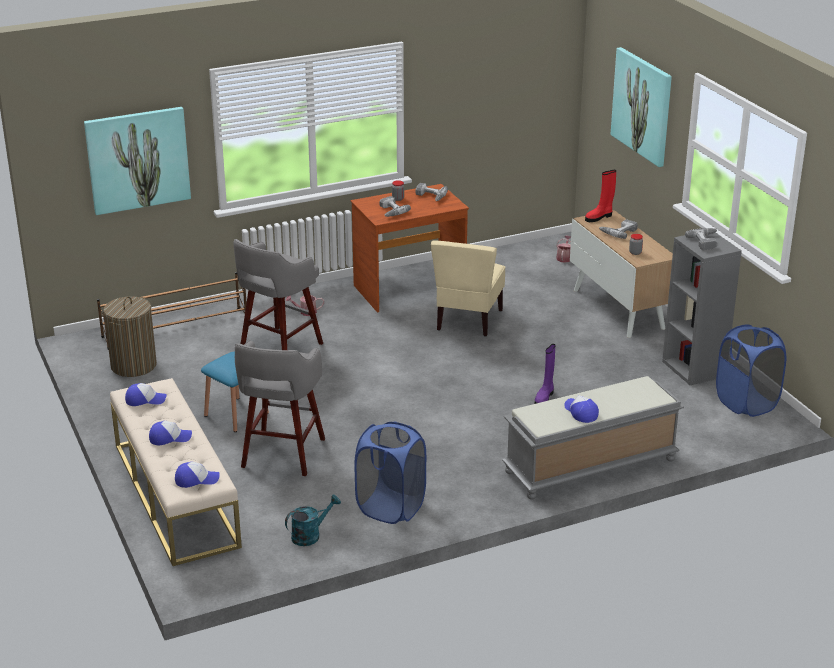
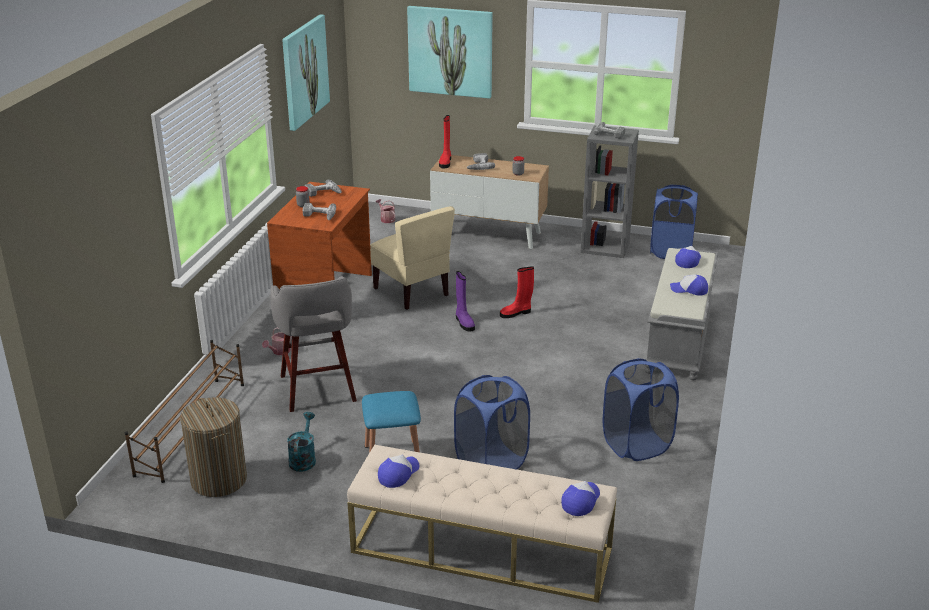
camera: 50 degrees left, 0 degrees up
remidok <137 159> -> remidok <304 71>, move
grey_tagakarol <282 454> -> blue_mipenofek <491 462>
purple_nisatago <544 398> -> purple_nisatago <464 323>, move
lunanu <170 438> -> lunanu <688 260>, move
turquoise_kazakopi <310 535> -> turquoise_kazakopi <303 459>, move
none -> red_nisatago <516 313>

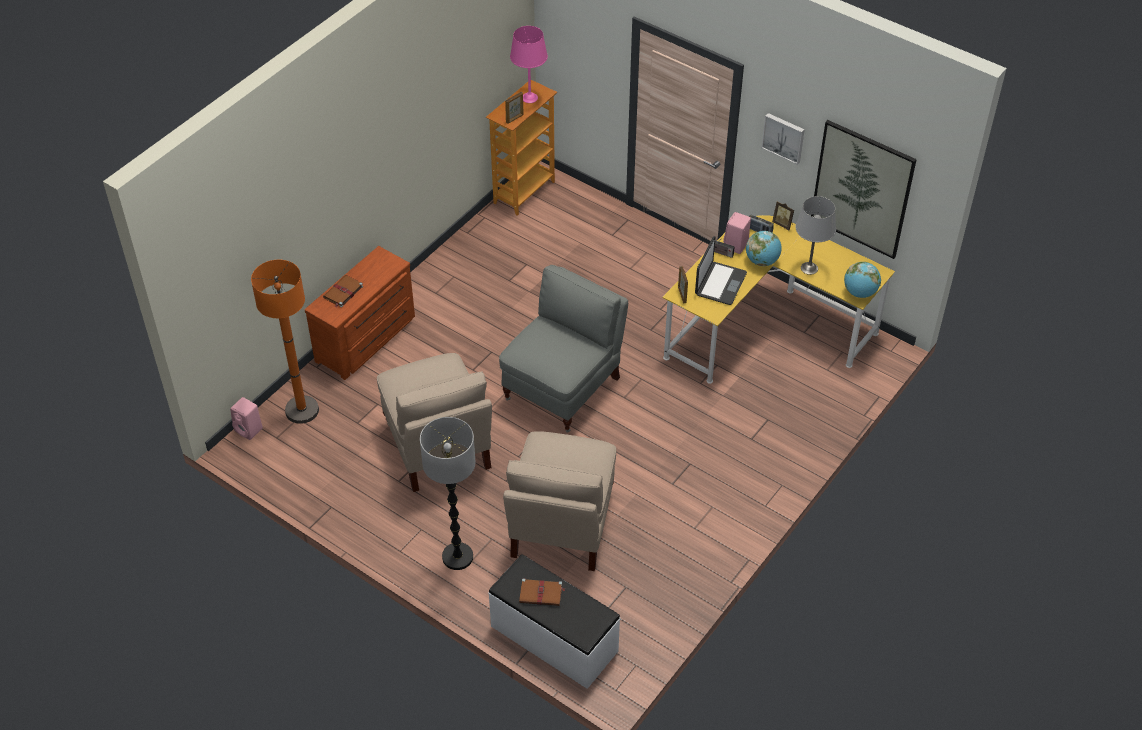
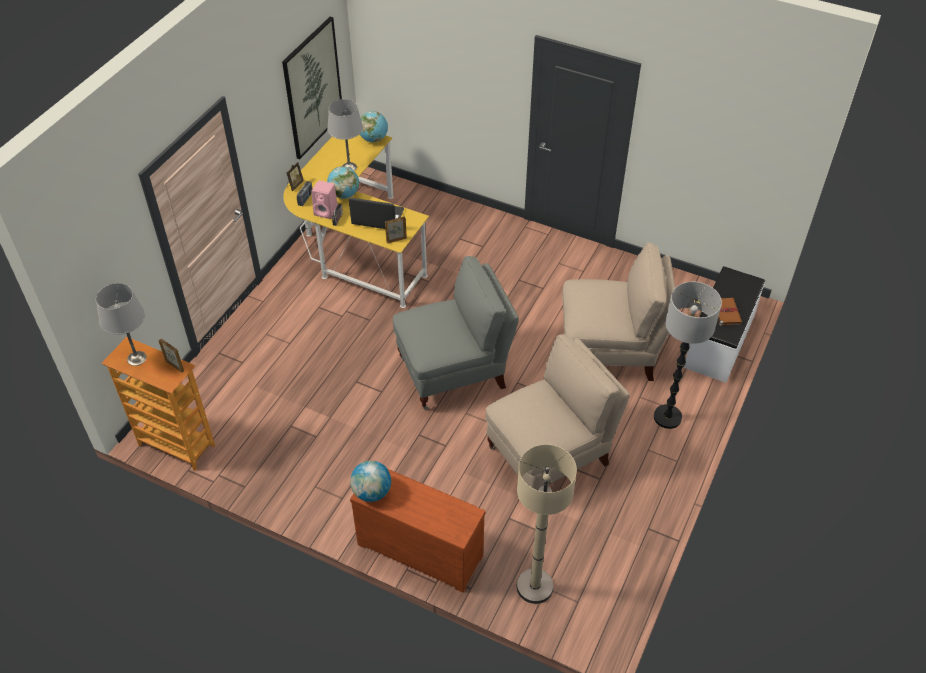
camera: 100 degrees left, 0 degrees up
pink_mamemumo <530 97> -> grey_mamemumo <136 358>
remidok <784 137> -> none
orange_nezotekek <302 410> -> beige_nezotekek <534 586>
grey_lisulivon <563 388> -> grey_lisulivon <454 372>, 135 degrees clockwise
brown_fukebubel <343 292> -> none
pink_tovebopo <249 430> -> none
none -> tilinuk <372 492>

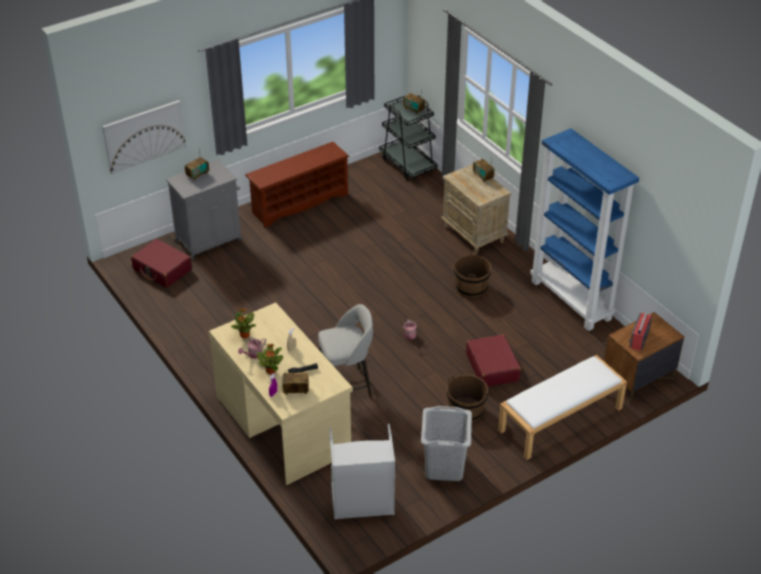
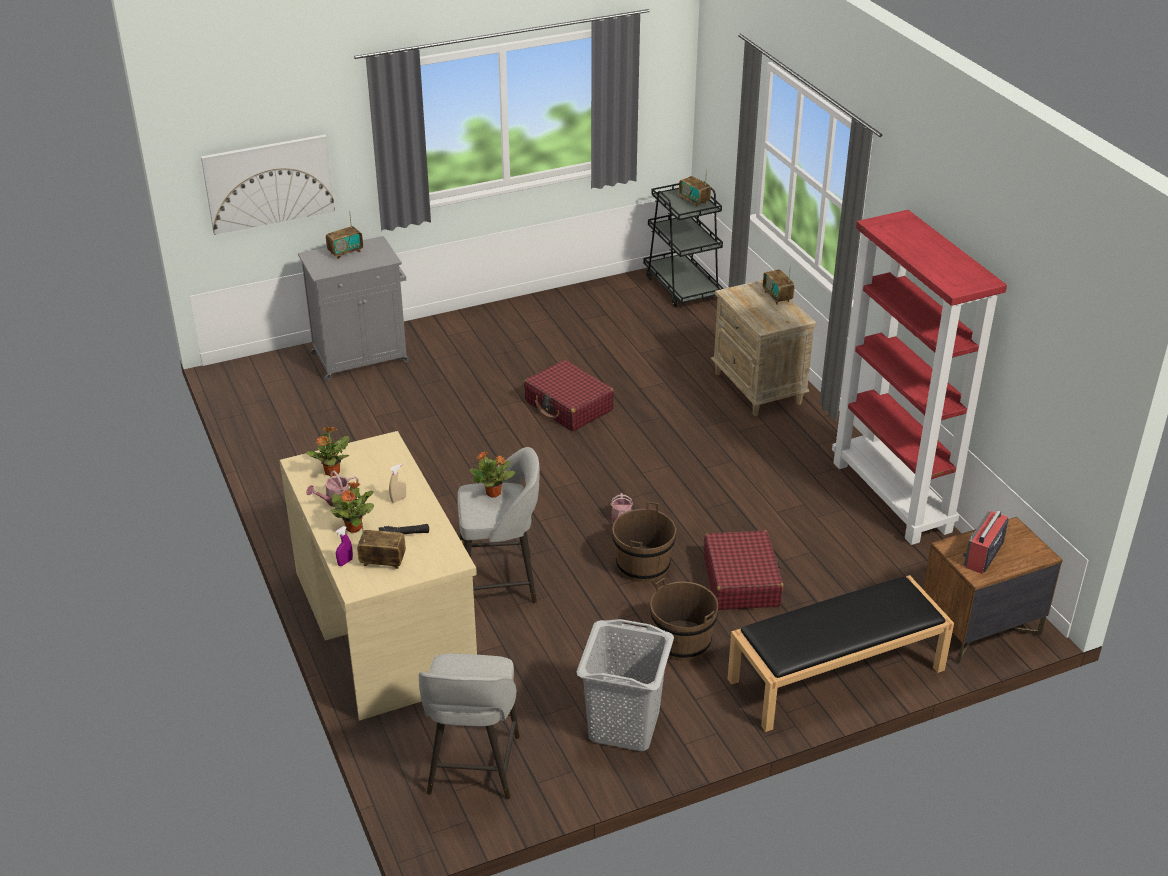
camera: 10 degrees right, 5 degrees down
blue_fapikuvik <572 300> -> red_fapikuvik <893 497>
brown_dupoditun <299 203> -> none
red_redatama <162 269> -> red_redatama <568 406>, move
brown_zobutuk <471 287> -> brown_zobutuk <643 565>, move
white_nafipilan <560 420> -> black_nafipilan <835 675>
grey_mipenofek <362 504> -> grey_tagakarol <473 767>
none -> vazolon <494 493>

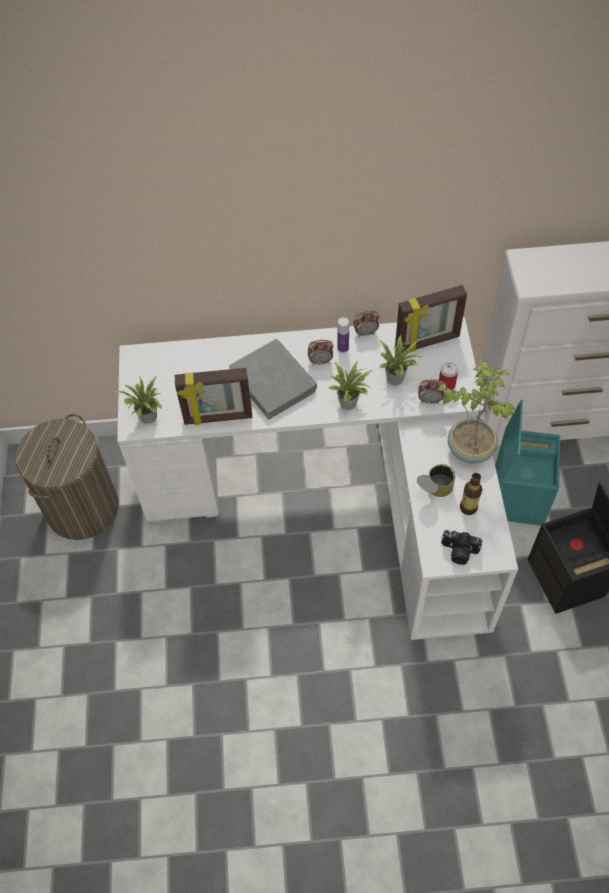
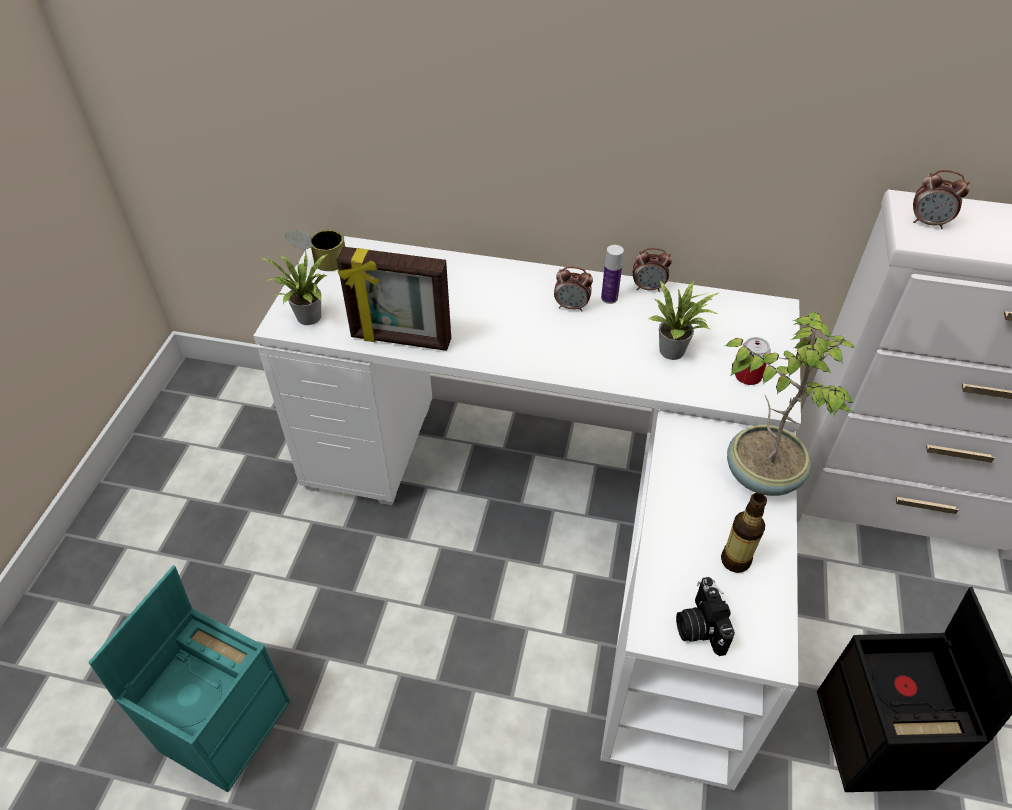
camera: 15 degrees right, 10 degrees down
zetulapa <427 342> -> none
grey_fukebubel <273 381> -> none
vazolon <350 403> -> none
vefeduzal <430 400> -> vefeduzal <928 223>, move
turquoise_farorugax <517 495> -> turquoise_farorugax <225 722>, move
mipenofek <82 507> -> none
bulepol <433 490> -> bulepol <320 263>, move
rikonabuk <458 552> -> rikonabuk <699 626>, 45 degrees clockwise

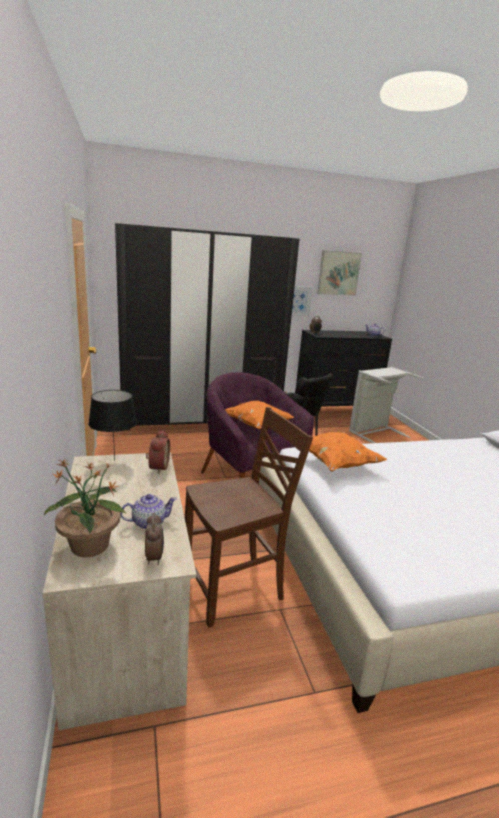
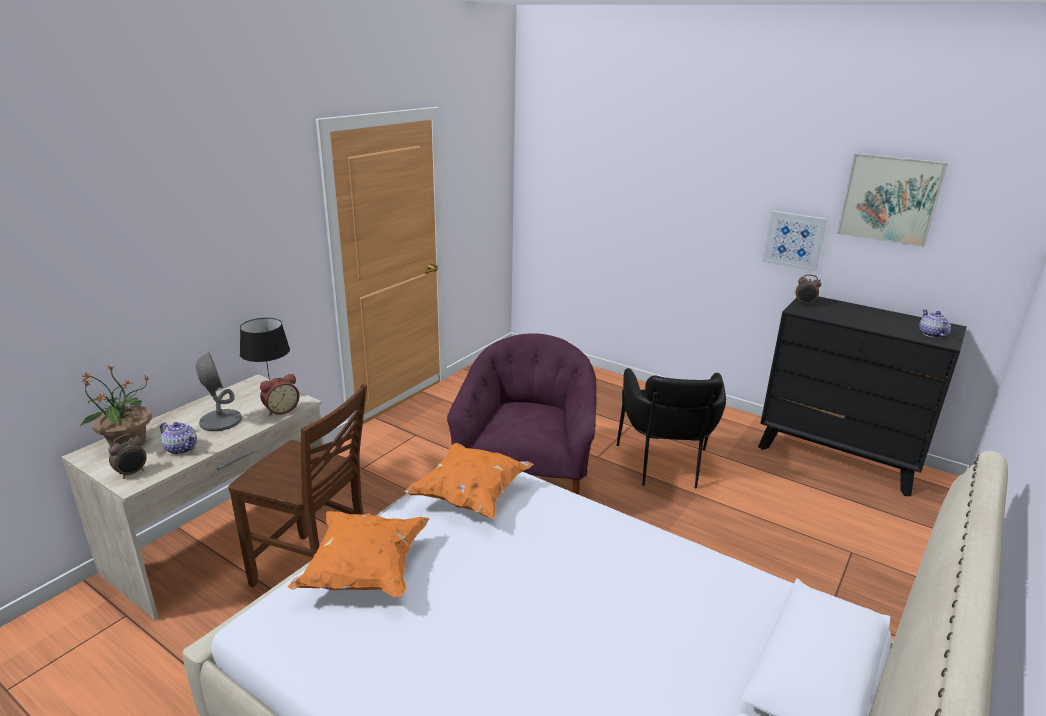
camera: 50 degrees right, 5 degrees up
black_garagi <201 418> -> none
grey_mipenofek <374 432> -> none
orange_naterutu <256 425> -> orange_naterutu <365 571>, move
none -> grey_mamemumo <220 421>

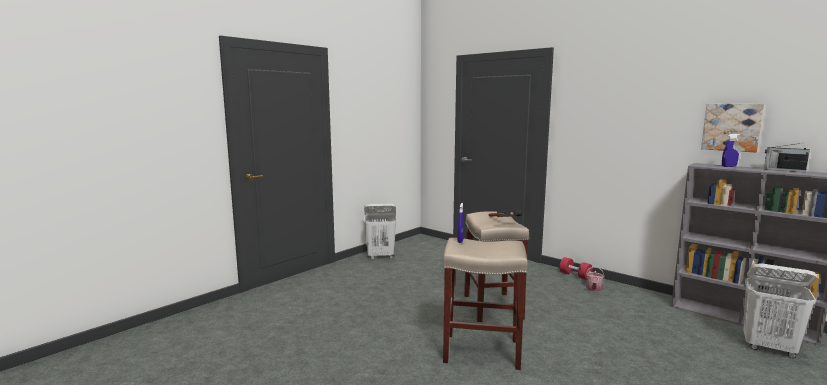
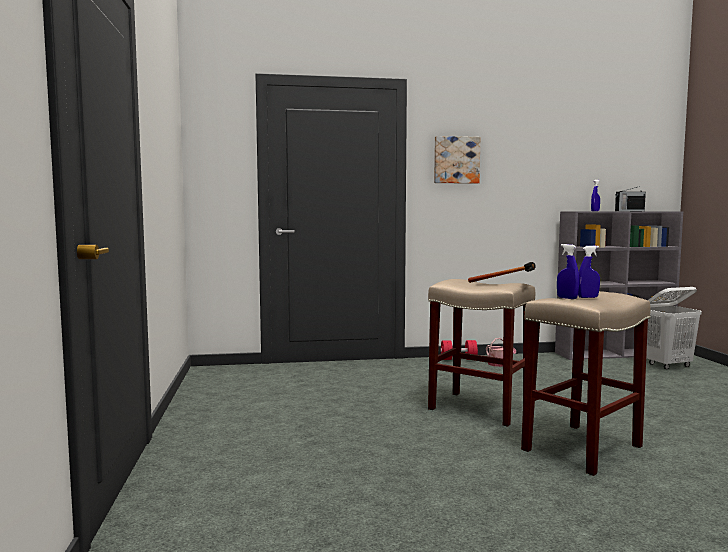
camera: 50 degrees left, 5 degrees down
remidok <731 127> -> remidok <456 160>, move
white_mipenofek <381 256> -> none
none -> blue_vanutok <588 297>

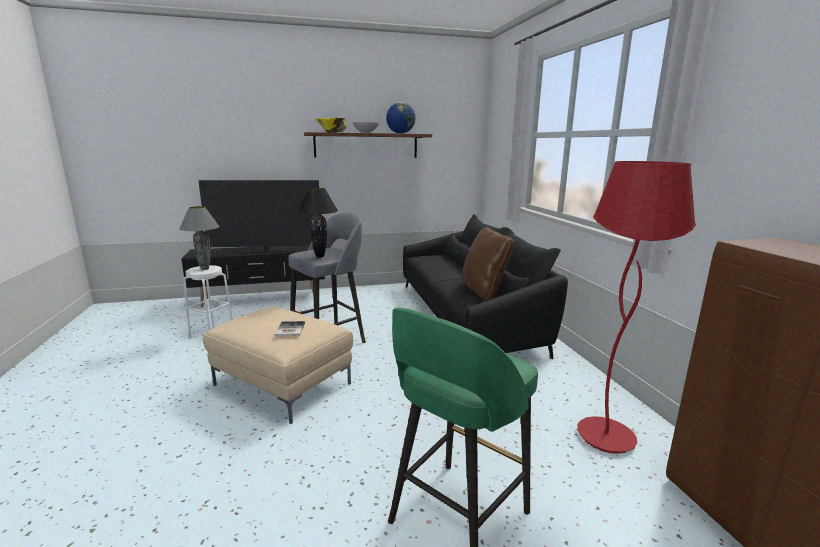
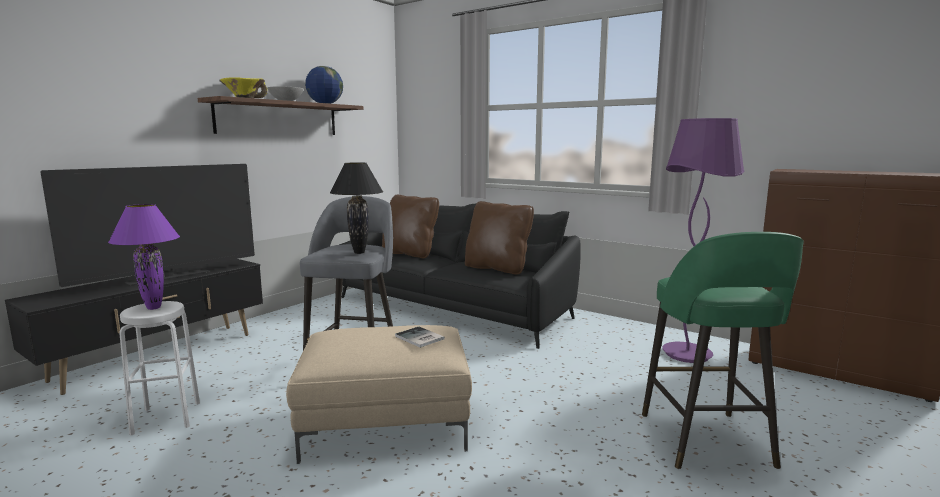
camera: 40 degrees left, 5 degrees down
red_nezotekek <606 437> -> purple_nezotekek <687 354>
grey_mamemumo <205 269> -> purple_mamemumo <154 307>
none -> brown_naterutu <410 253>

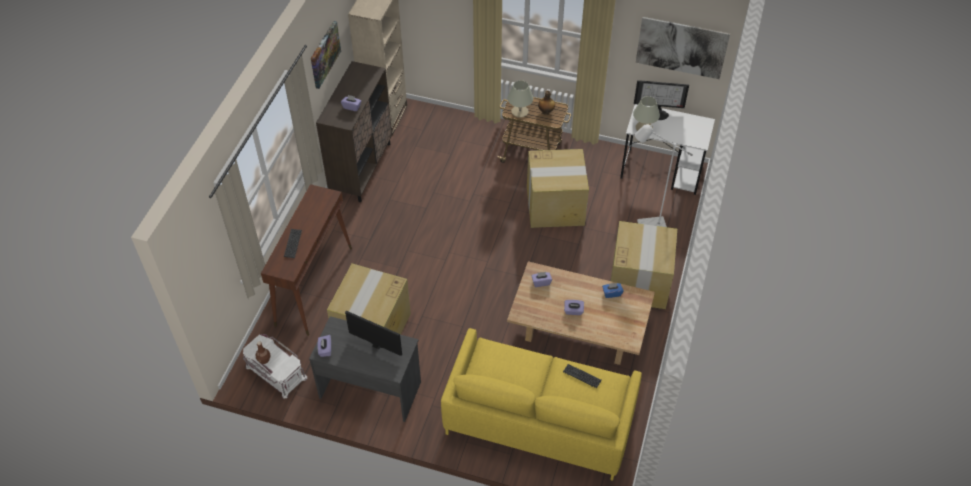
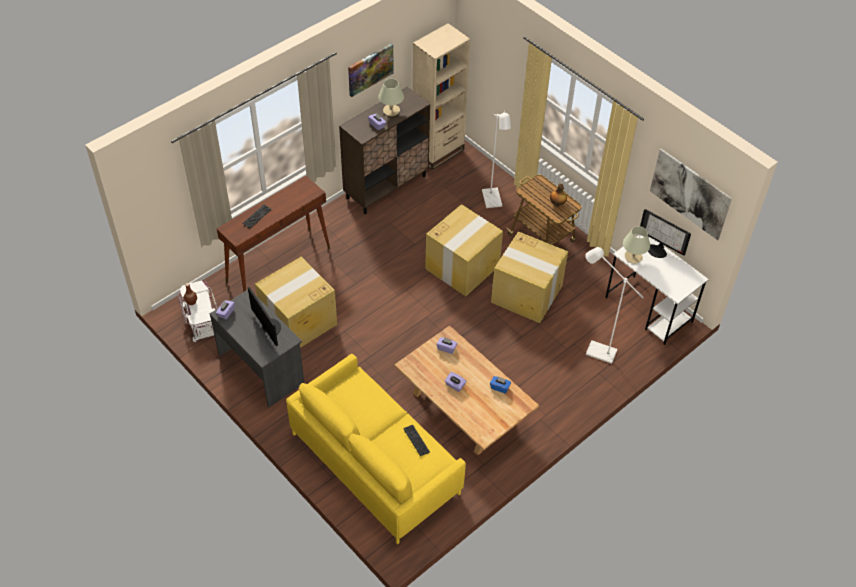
camera: 30 degrees right, 0 degrees up
beige_mamemumo <519 112> -> beige_mamemumo <391 110>, move
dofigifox <639 281> -> dofigifox <463 267>, move
none -> white_nezotekek <493 202>

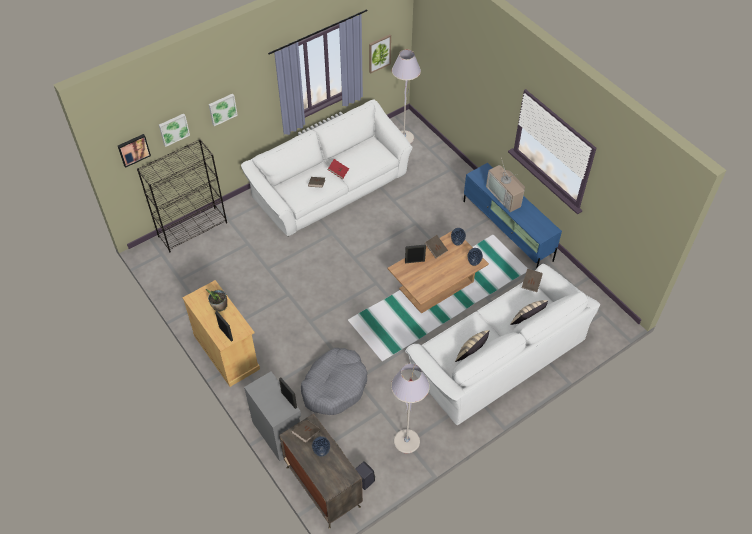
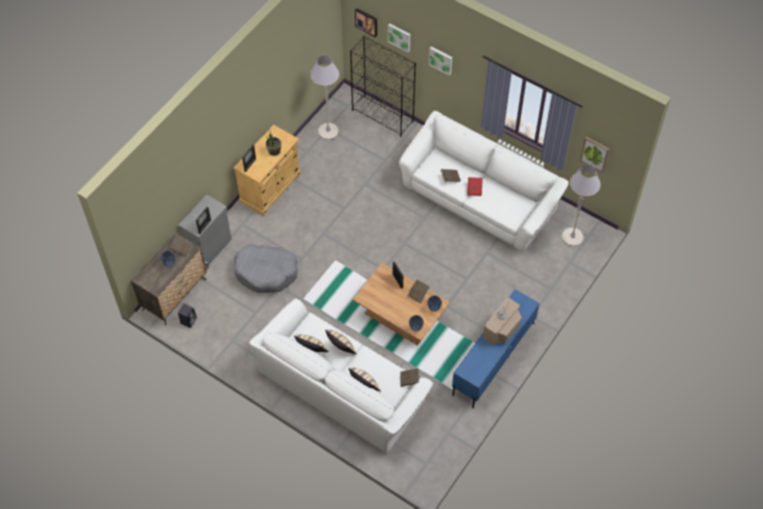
camera: 70 degrees right, 5 degrees up
grey_nezotekek <406 441> -> grey_nezotekek <328 131>, move
none -> beige_naterutu <341 349>

